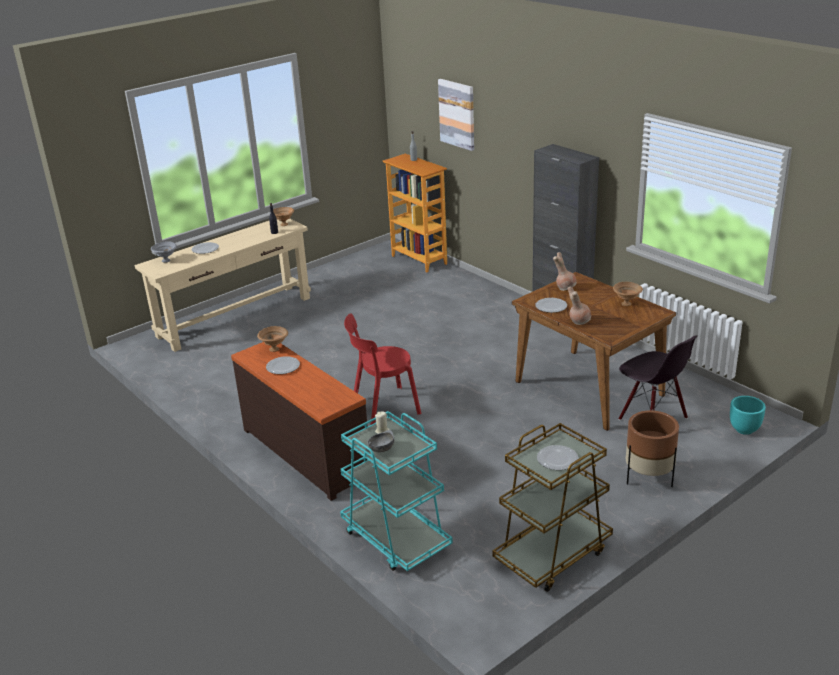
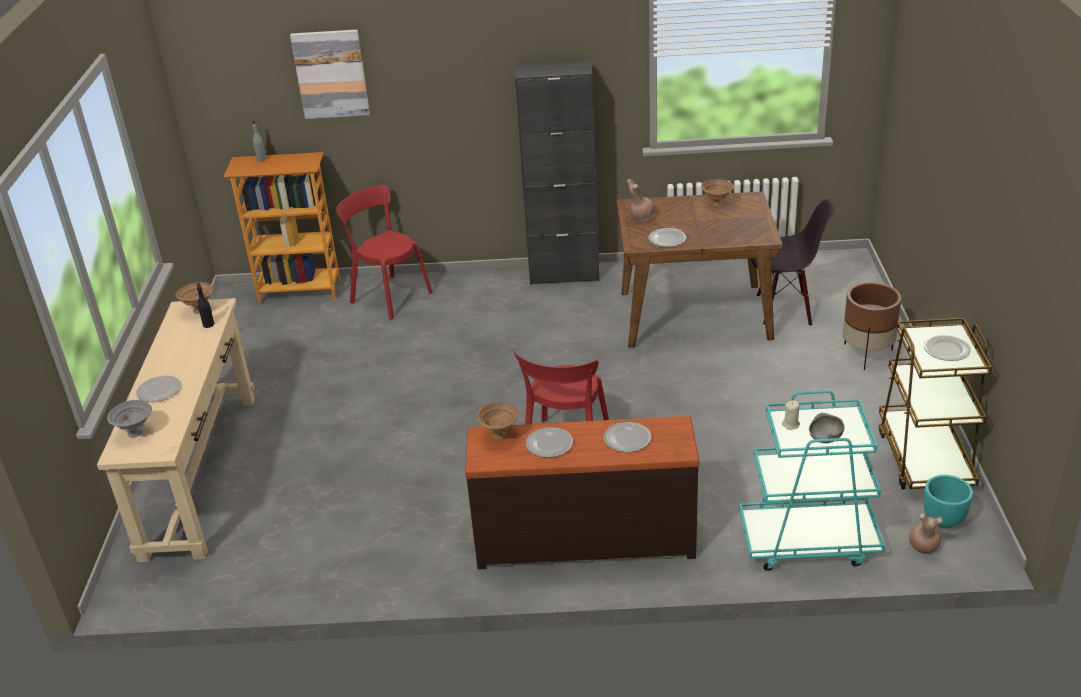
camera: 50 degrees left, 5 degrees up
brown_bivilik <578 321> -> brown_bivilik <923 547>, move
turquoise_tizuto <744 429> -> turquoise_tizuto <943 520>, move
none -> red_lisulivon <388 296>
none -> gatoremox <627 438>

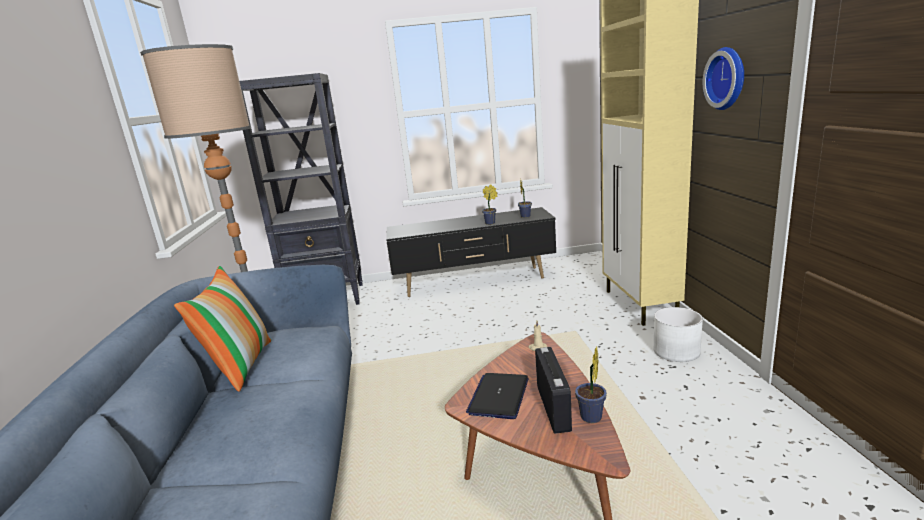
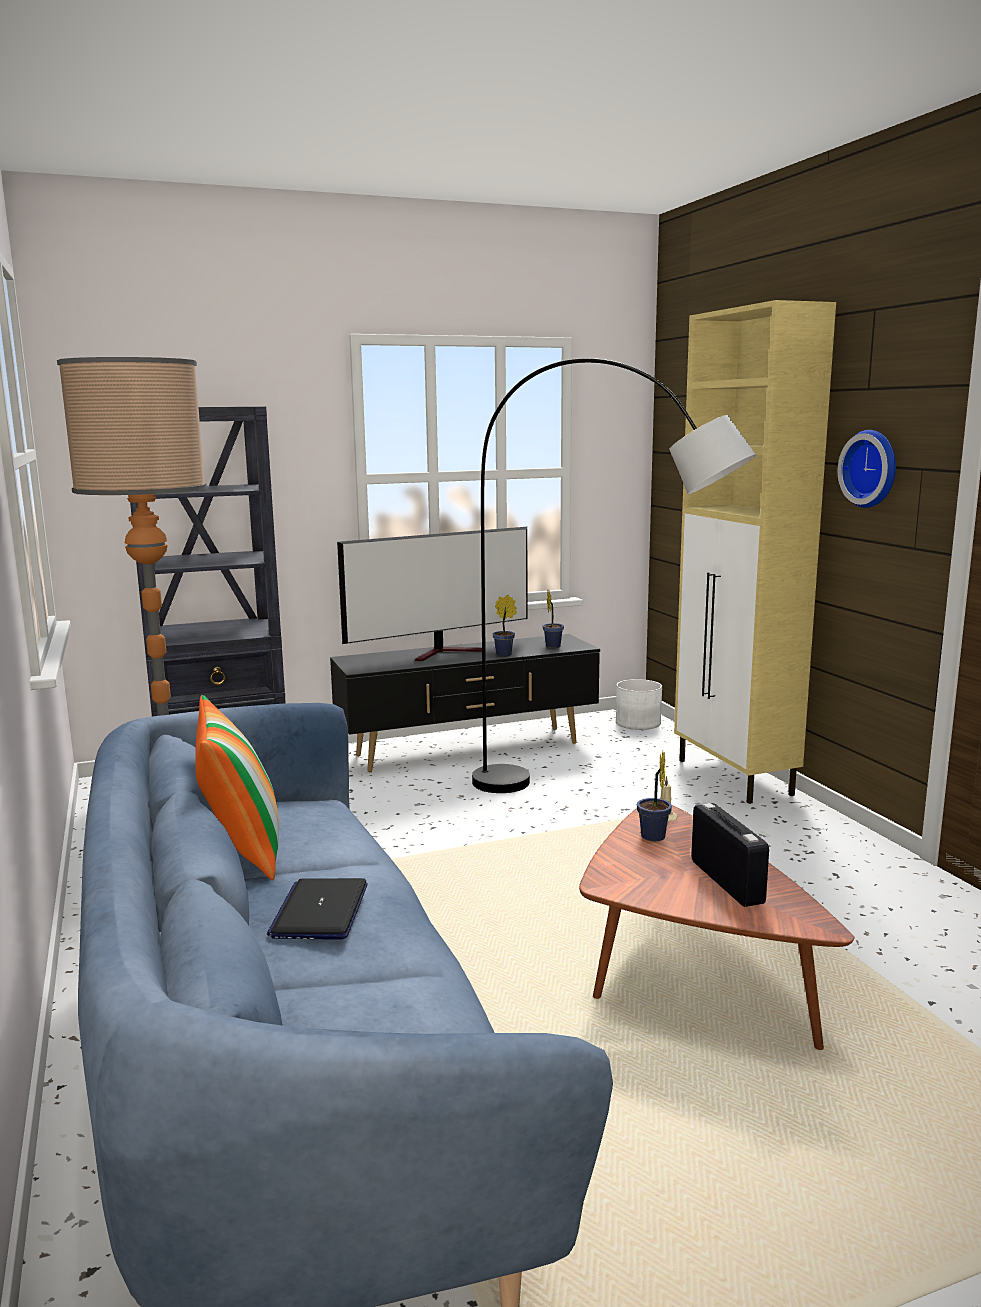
camera: 15 degrees left, 5 degrees down
white_tizuto <676 351> -> white_tizuto <638 723>, move
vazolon <590 419> -> vazolon <653 838>, move
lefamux <499 396> -> lefamux <320 911>, move
none -> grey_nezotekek <604 799>
none -> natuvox <446 652>

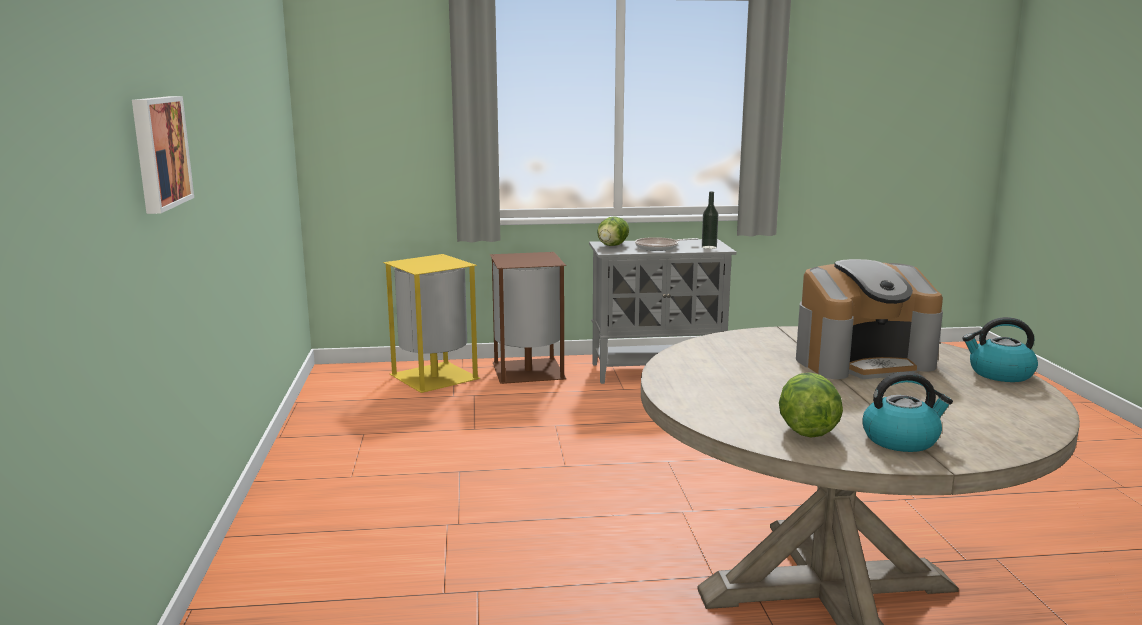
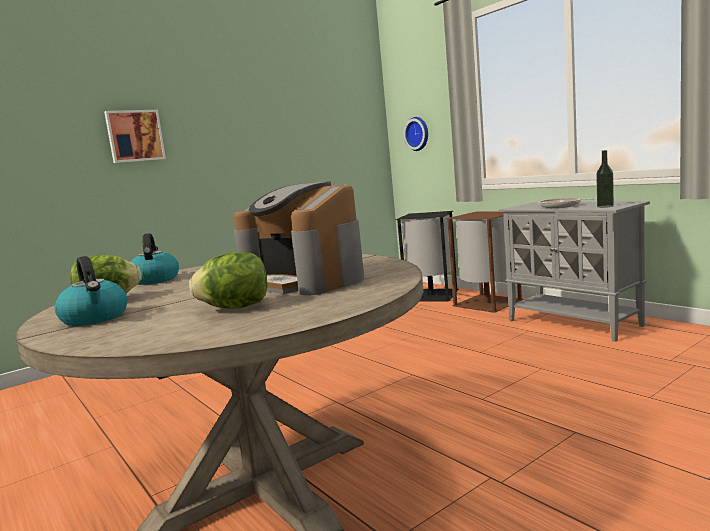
camera: 60 degrees right, 5 degrees down
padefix <612 246> -> padefix <235 308>, move
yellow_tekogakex <436 377> -> black_tekogakex <432 295>
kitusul <999 374> -> kitusul <154 280>, move
none -> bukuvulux <418 133>

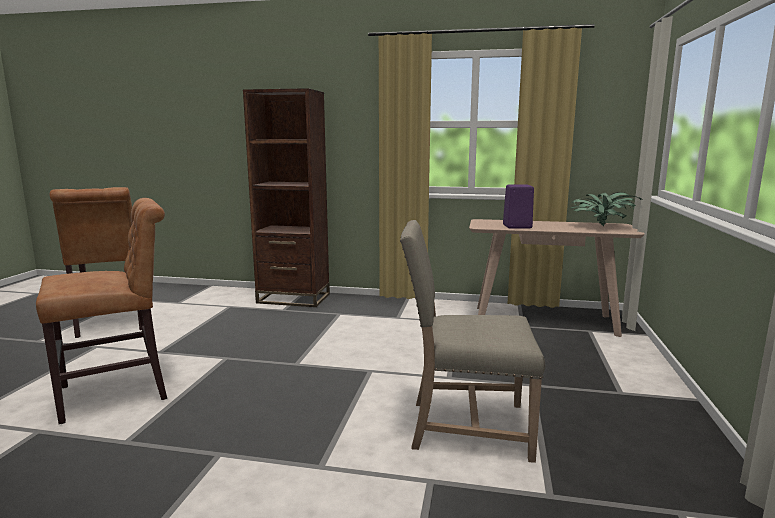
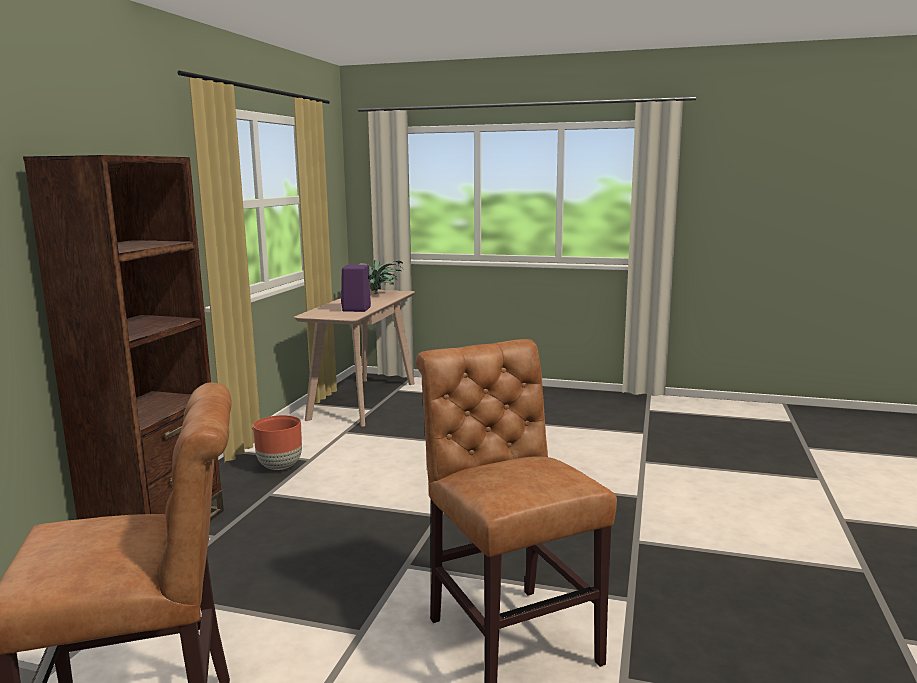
camera: 85 degrees left, 0 degrees up
beige_lisulivon <465 427> -> none
none -> brown_tizuto <280 466>

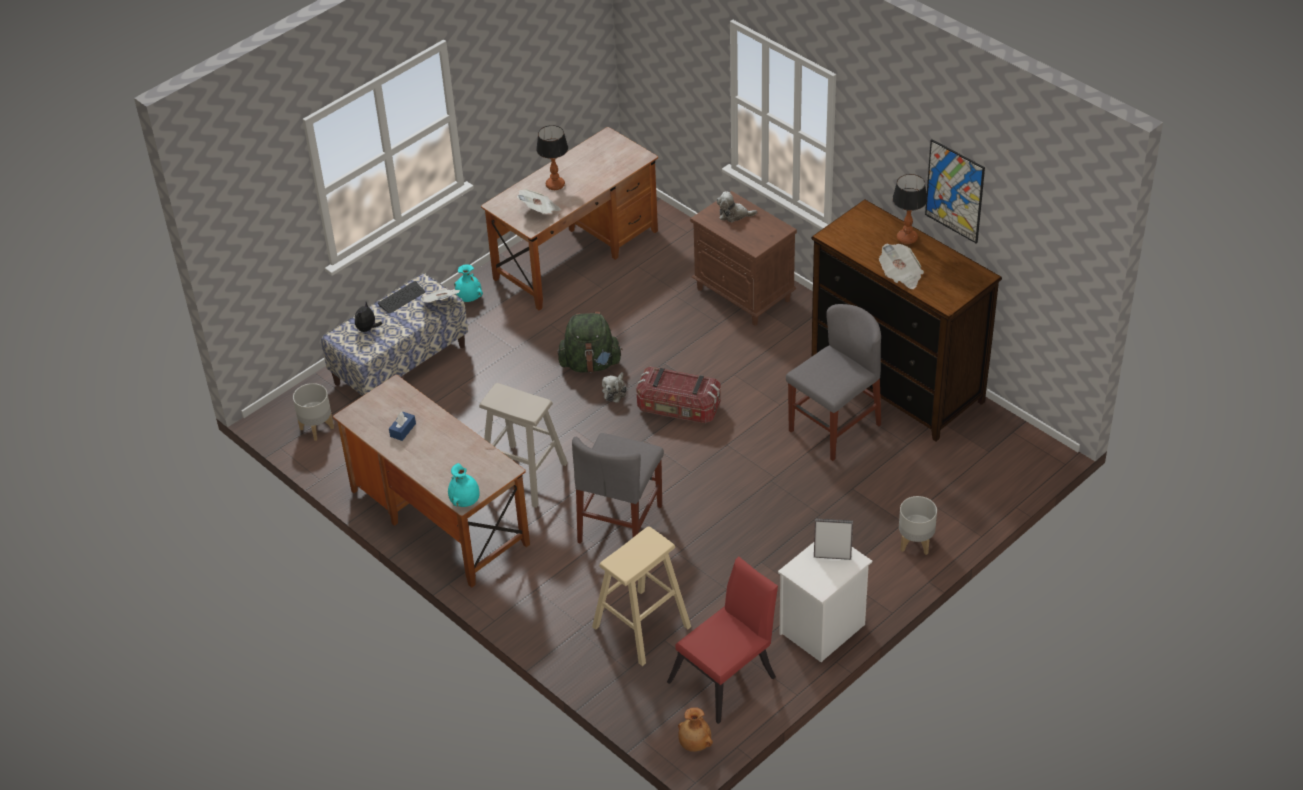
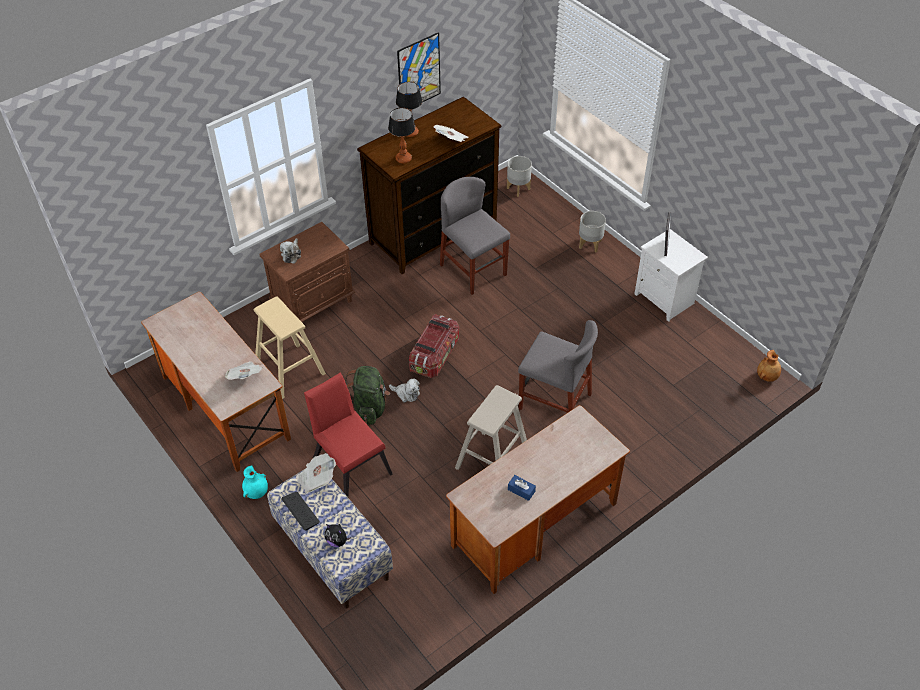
camera: 85 degrees left, 5 degrees up
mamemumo <555 185> -> mamemumo <403 159>, move
grey_tizuto <317 428> -> grey_tizuto <518 188>, move
turquoise_bivilik <465 501> -> none
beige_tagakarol <641 627> -> beige_tagakarol <290 371>, move
red_lisulivon <727 676> -> red_lisulivon <350 463>, move

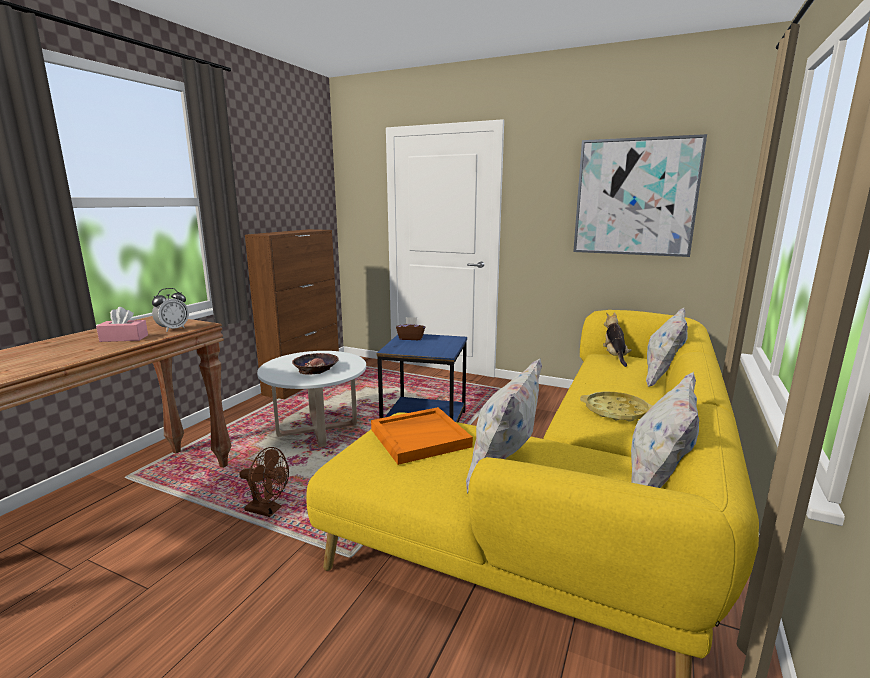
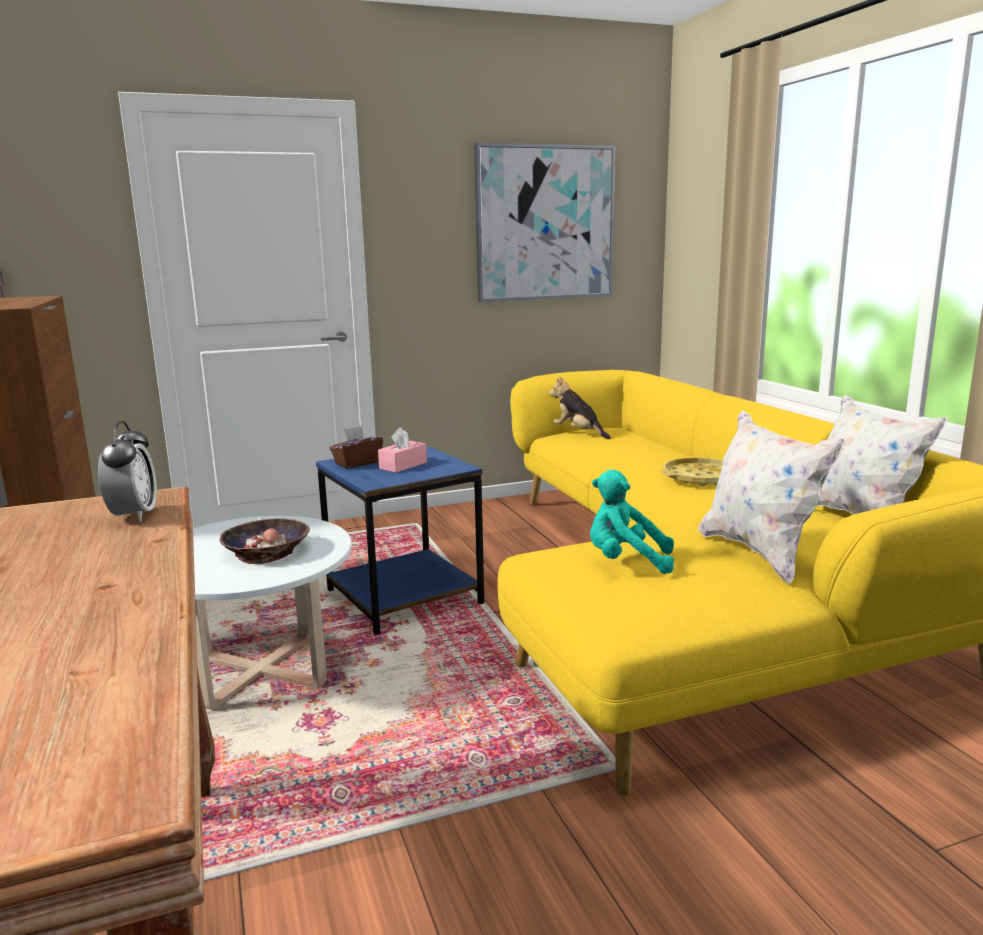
camera: 45 degrees left, 0 degrees up
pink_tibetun <124 338> -> pink_tibetun <403 465>, move
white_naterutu <662 377> -> none
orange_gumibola <420 437> -> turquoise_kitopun <626 562>
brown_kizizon <268 510> -> none

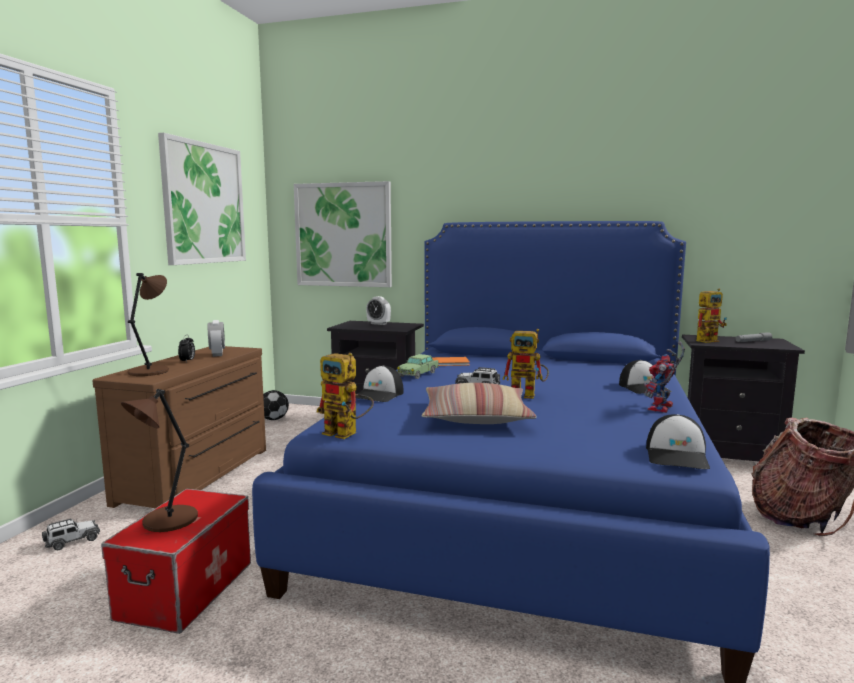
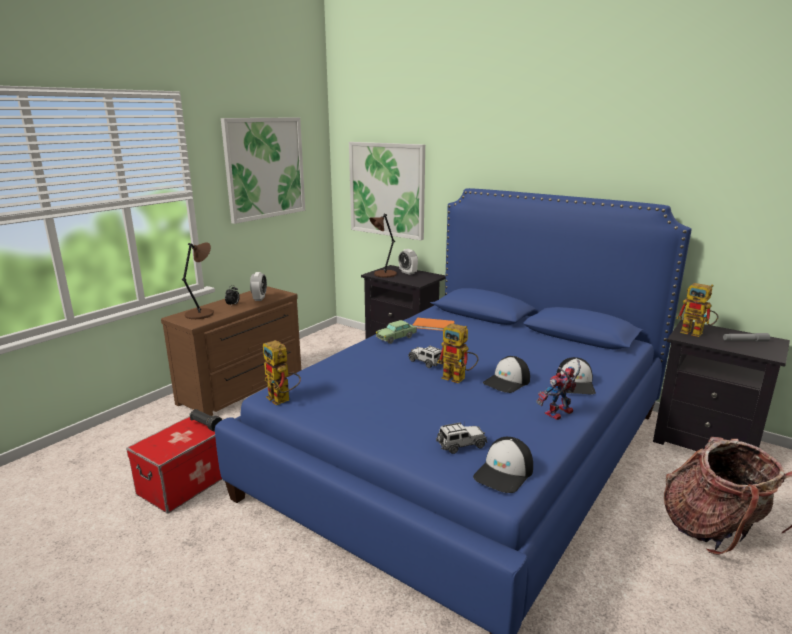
camera: 20 degrees right, 10 degrees up
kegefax <709 340> -> kegefax <696 333>, 45 degrees clockwise
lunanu <379 395> -> lunanu <507 382>, move
naterutu <476 417> -> none
brown_mamemumo <167 521> -> brown_mamemumo <384 274>, move
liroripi <274 419> -> none
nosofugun <72 541> -> nosofugun <461 445>, move
none -> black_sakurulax <206 425>

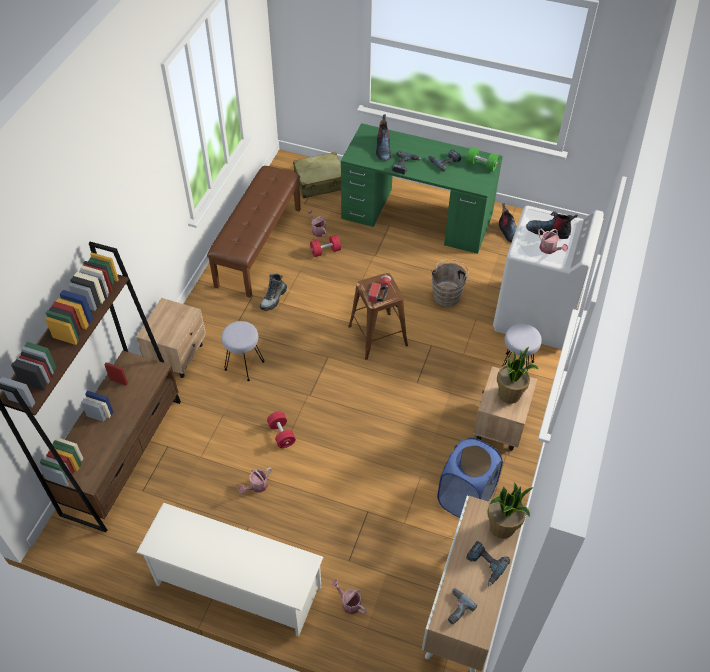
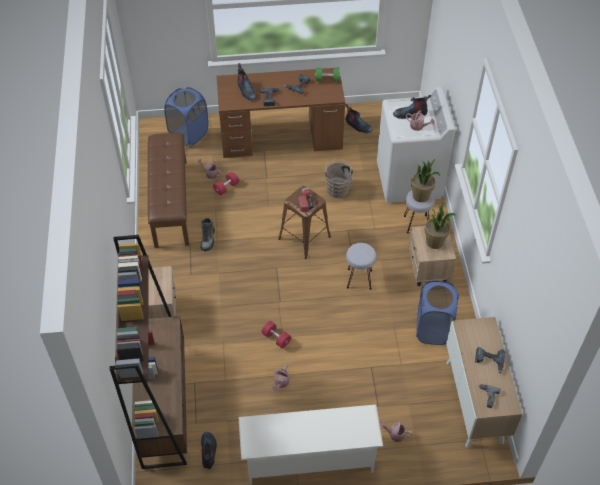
camera: 25 degrees left, 0 degrees up
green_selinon <417 217> -> brown_selinon <281 136>
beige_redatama <320 182> -> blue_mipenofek <189 134>
grey_tagakarol <244 365> -> grey_tagakarol <359 279>, move
vazolon <502 527> -> vazolon <421 196>, move
none -> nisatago <208 452>

